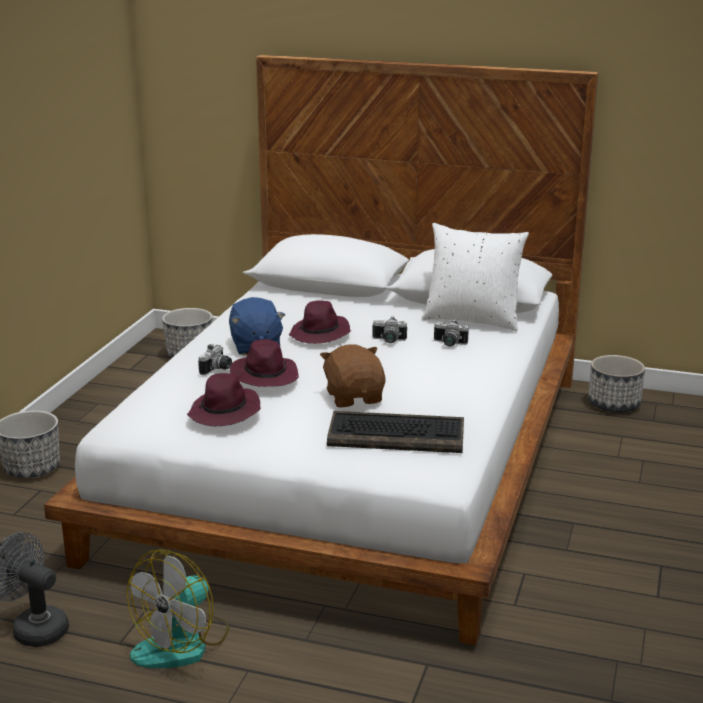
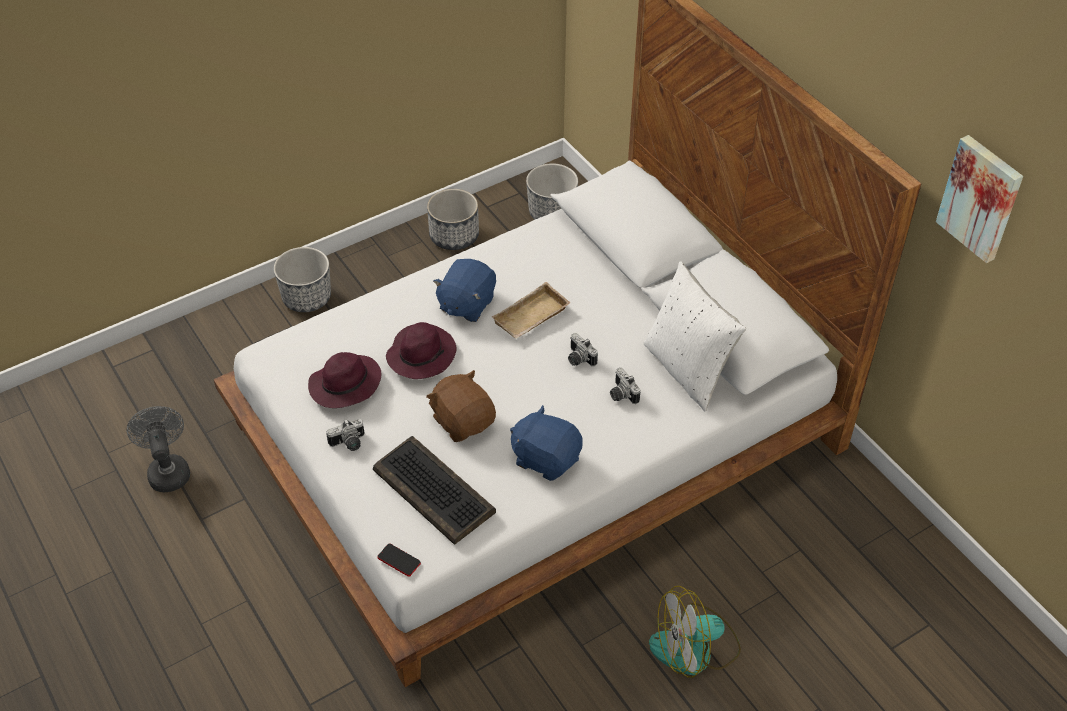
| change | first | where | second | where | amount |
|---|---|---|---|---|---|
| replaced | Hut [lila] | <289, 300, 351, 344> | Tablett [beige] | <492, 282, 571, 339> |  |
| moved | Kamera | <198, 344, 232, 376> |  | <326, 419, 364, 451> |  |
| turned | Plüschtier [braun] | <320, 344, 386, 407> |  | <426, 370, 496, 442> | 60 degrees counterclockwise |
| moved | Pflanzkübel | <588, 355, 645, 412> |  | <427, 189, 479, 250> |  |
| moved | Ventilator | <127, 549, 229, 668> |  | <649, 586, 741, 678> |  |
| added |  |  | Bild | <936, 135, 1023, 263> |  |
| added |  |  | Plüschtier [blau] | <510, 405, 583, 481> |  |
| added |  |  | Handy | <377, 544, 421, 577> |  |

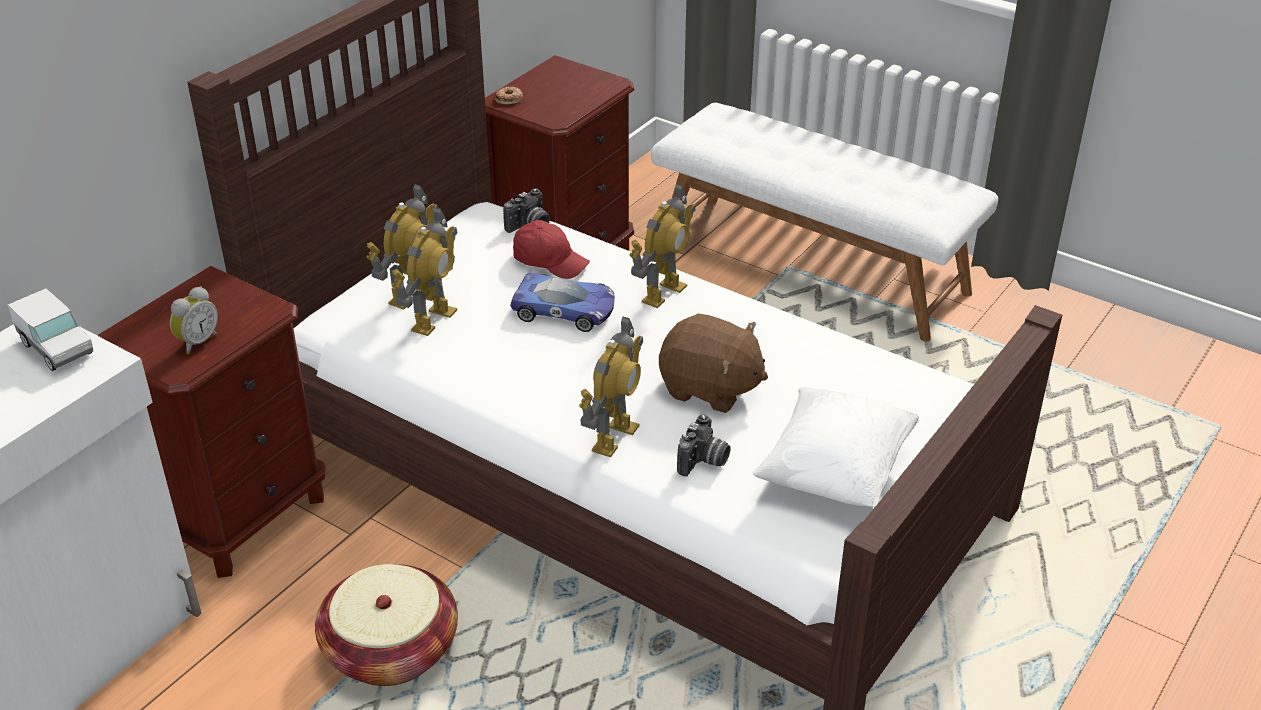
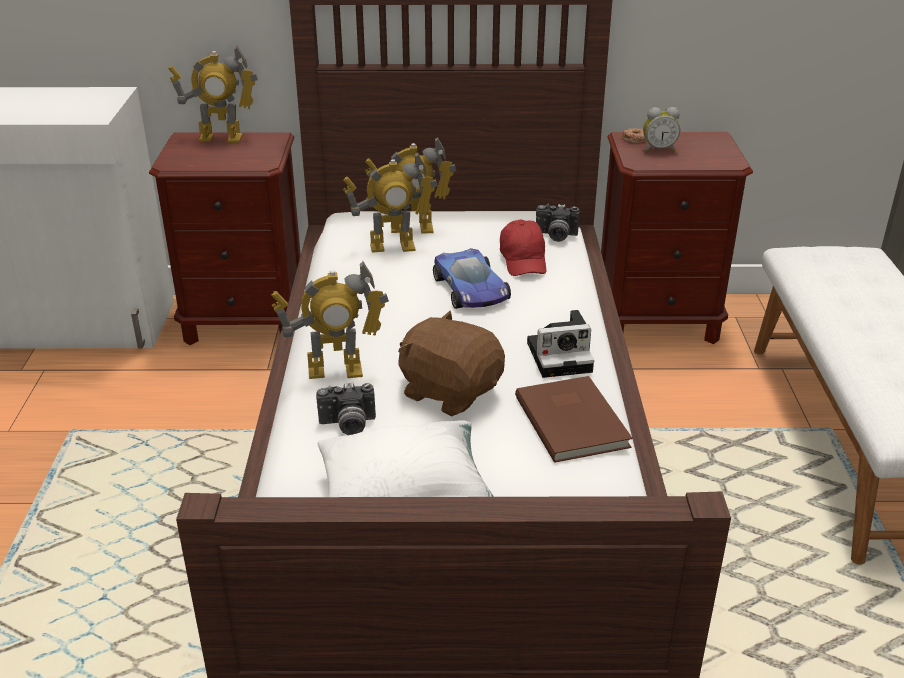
| change | first | where | second | where | amount |
|---|---|---|---|---|---|
| moved | Spielzeugroboter | <630, 183, 695, 308> |  | <168, 45, 258, 143> |  |
| moved | Wecker | <170, 286, 218, 354> |  | <643, 107, 680, 152> |  |
| removed | Spielzeuglaster | <8, 288, 93, 371> |  |  |  |
| turned | Plüschtier [braun] | <659, 313, 768, 413> |  | <398, 311, 505, 416> | 135 degrees clockwise |
| removed | Korb | <315, 564, 458, 686> |  |  |  |
| added |  |  | Kamera | <527, 310, 594, 378> |  |
| added |  |  | Buch [braun] | <515, 376, 633, 463> |  |

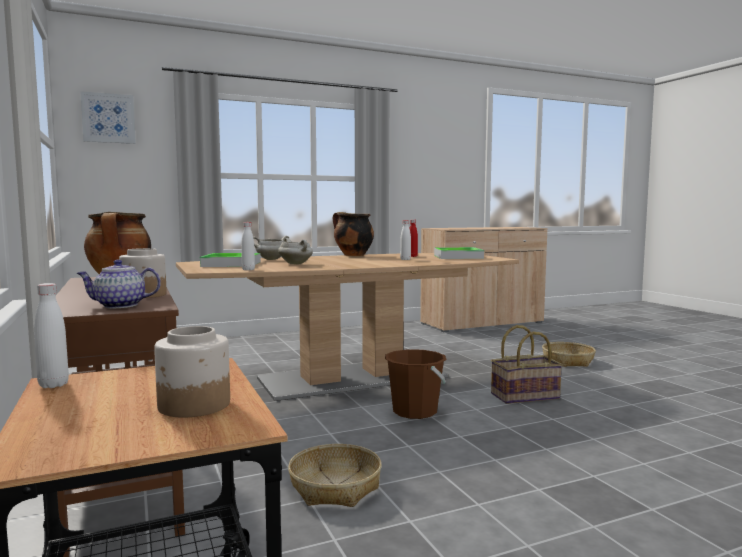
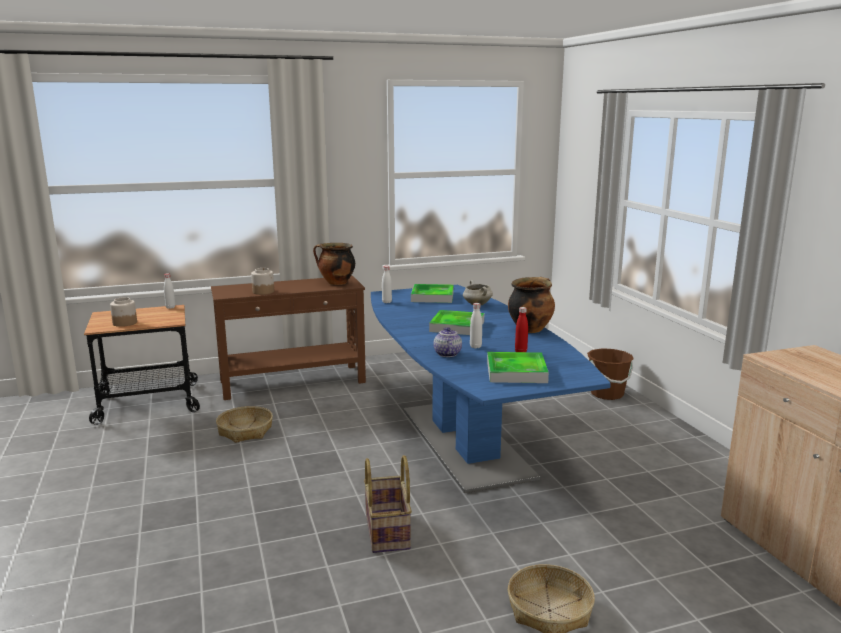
| change | first | where | second | where | amount |
|---|---|---|---|---|---|
| removed | Bild | <80, 91, 136, 144> |  |  |  |
| removed | Kochtopf [weiß] | <278, 238, 313, 265> |  |  |  |
| recoloured | Esstisch [braun] | <176, 253, 519, 401> | Esstisch [blau] | <371, 285, 611, 493> |  |
| moved | Teekanne | <77, 259, 161, 308> |  | <433, 327, 462, 357> |  |
| moved | Eimer [braun] | <385, 349, 446, 419> |  | <587, 348, 633, 400> |  |
| added |  |  | Tablett | <429, 310, 484, 335> |  |

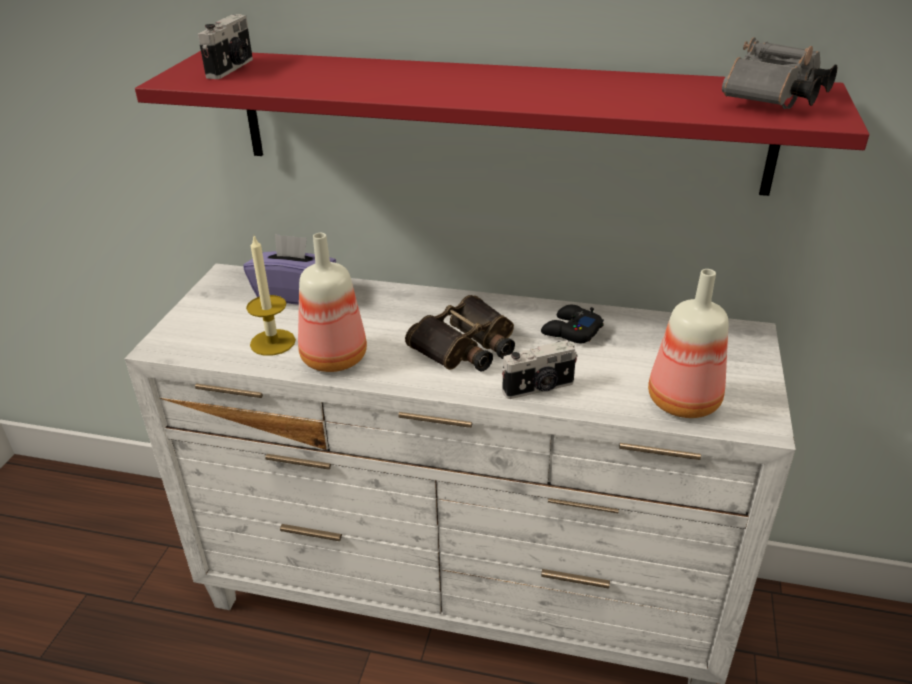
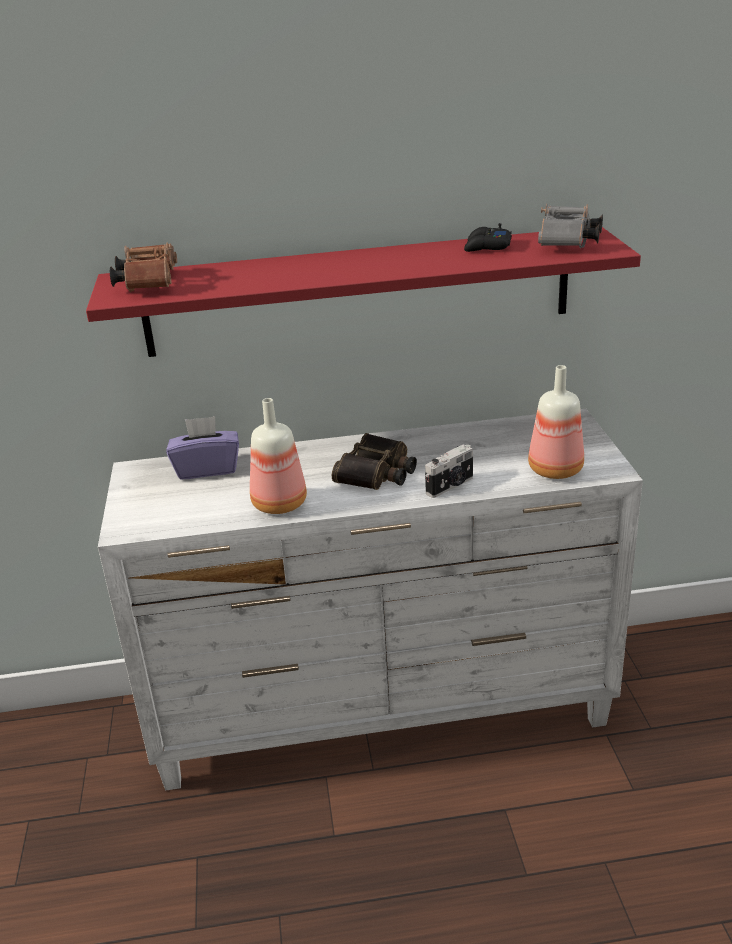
| change | first | where | second | where | amount |
|---|---|---|---|---|---|
| replaced | Kamera | <198, 14, 253, 79> | Fernglas [braun] | <110, 242, 177, 292> |  |
| removed | Kerze | <246, 236, 296, 356> |  |  |  |
| moved | Gamepad [schwarz] | <541, 305, 604, 344> |  | <464, 223, 512, 252> |  |

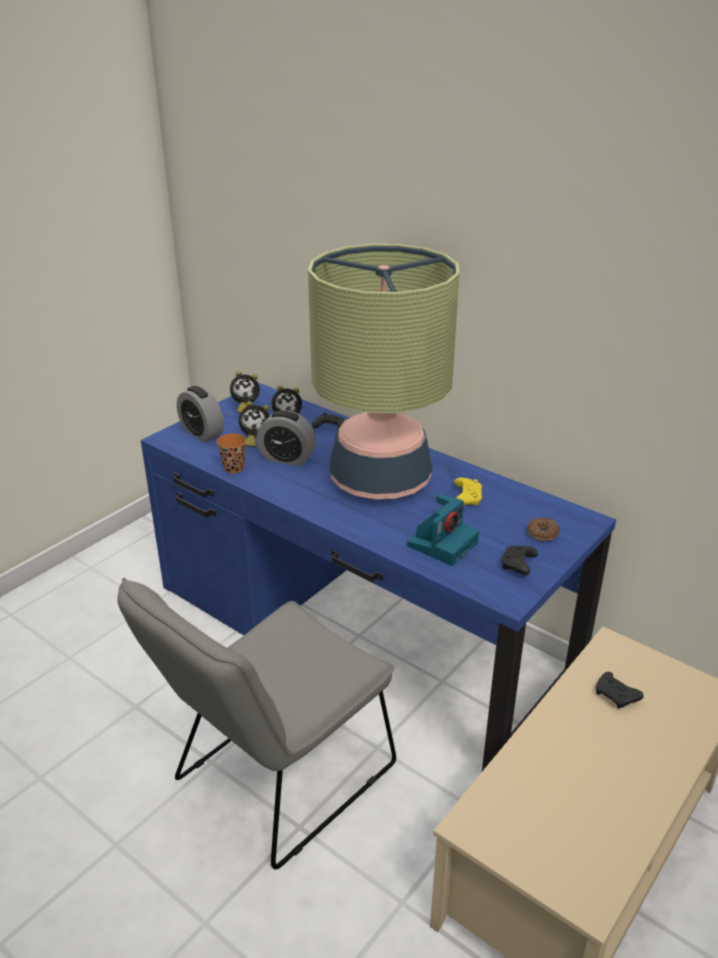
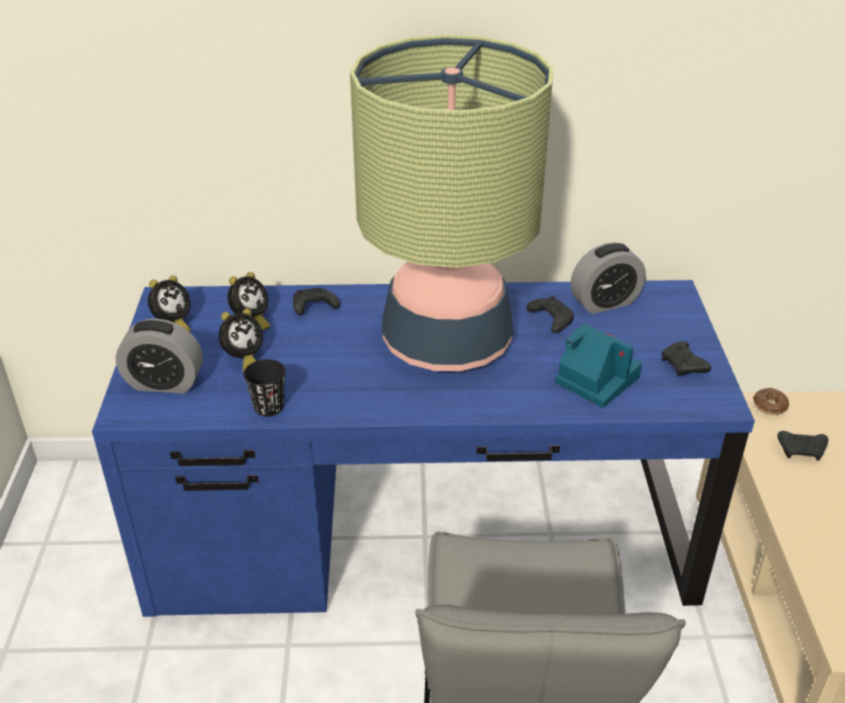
| change | first | where | second | where | amount |
|---|---|---|---|---|---|
| moved | Wecker | <257, 410, 316, 466> |  | <570, 242, 646, 314> |  |
| recoloured | Tasse [orange] | <217, 433, 246, 473> | Tasse [schwarz] | <243, 359, 286, 417> |  |
| recoloured | Gamepad [gelb] | <454, 478, 482, 505> | Gamepad [schwarz] | <526, 296, 574, 333> |  |
| turned | Kamera | <407, 494, 479, 566> |  | <555, 323, 642, 408> | 45 degrees counterclockwise |
| moved | Donut | <527, 518, 560, 541> |  | <753, 388, 789, 415> |  |

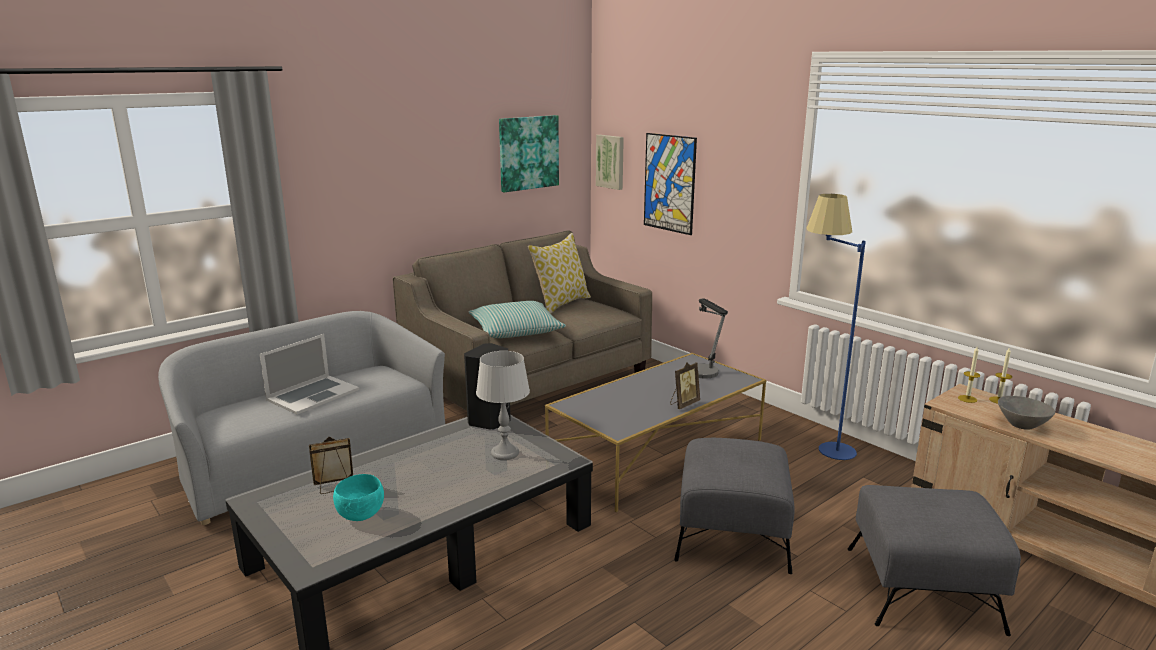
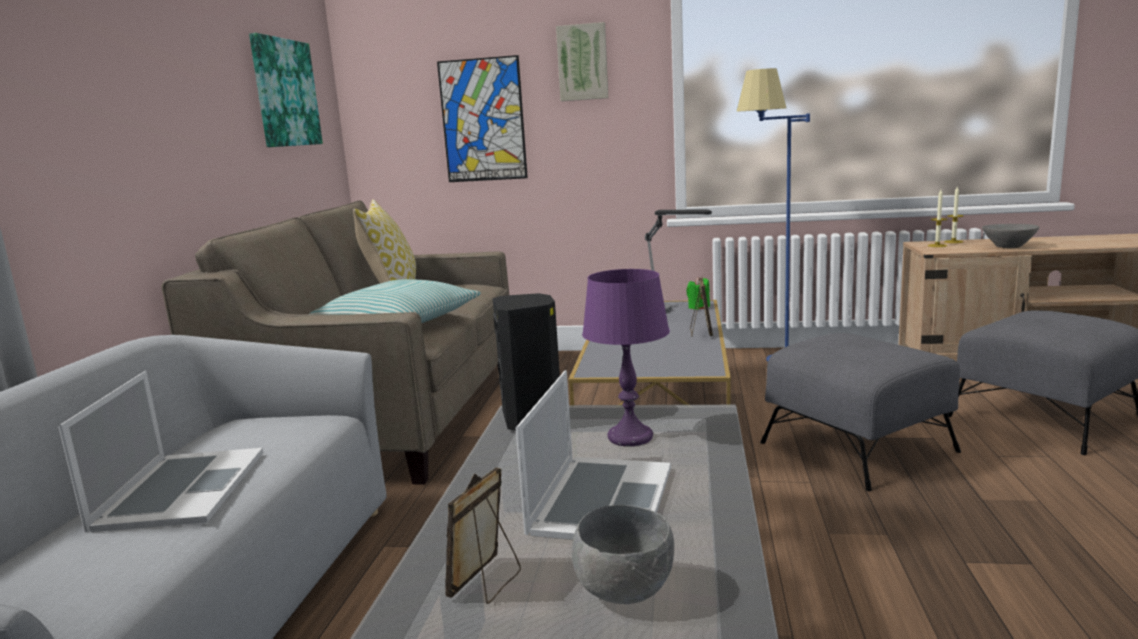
| change | first | where | second | where | amount |
|---|---|---|---|---|---|
| moved | Bild | <596, 135, 624, 190> |  | <556, 22, 609, 101> |  |
| recoloured | Tischlampe [grau] | <476, 351, 530, 460> | Tischlampe [lila] | <582, 269, 670, 446> |  |
| recoloured | Schüssel [türkis] | <333, 474, 384, 521> | Schüssel [grau] | <572, 505, 674, 604> |  |
| added |  |  | Kerze [grün] | <686, 277, 710, 310> |  |
| added |  |  | Laptop | <516, 370, 671, 540> |  |

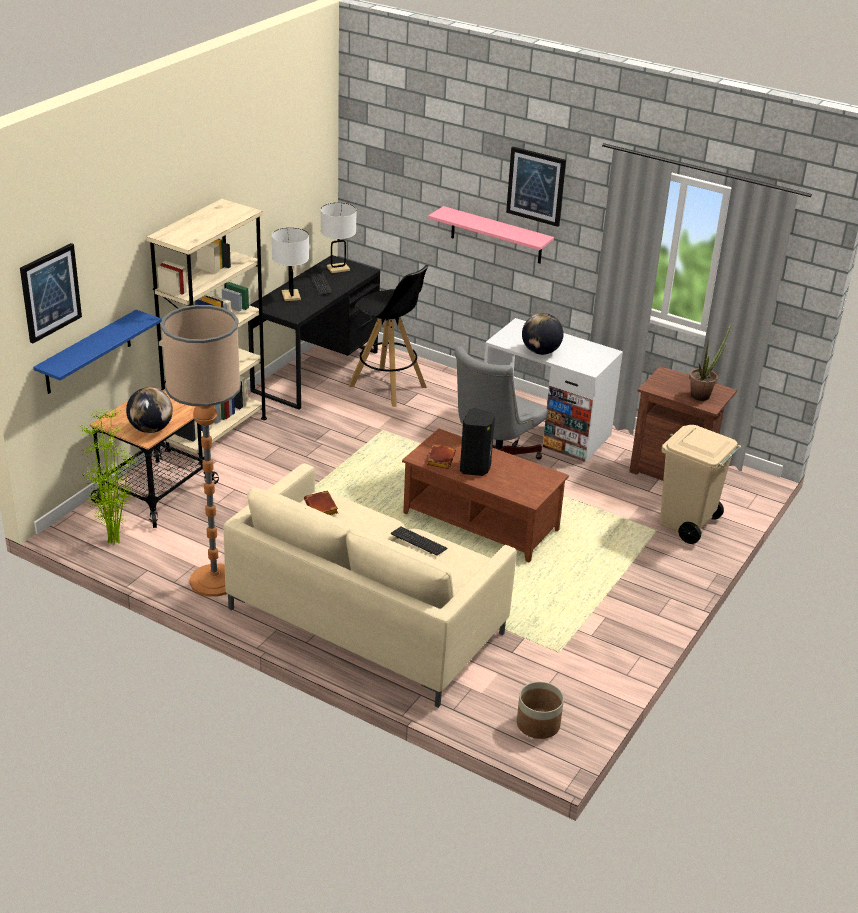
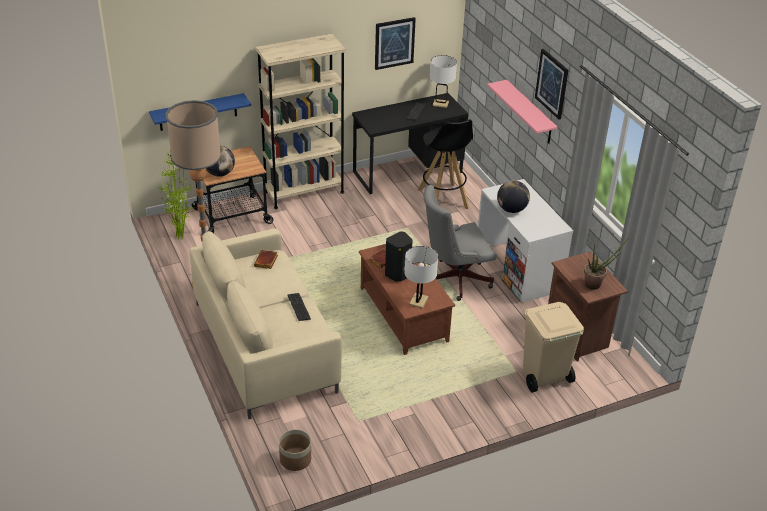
| change | first | where | second | where | amount |
|---|---|---|---|---|---|
| moved | Tischlampe [weiß] | <272, 228, 309, 301> |  | <404, 246, 438, 309> |  |
| moved | Bild | <20, 243, 82, 344> |  | <375, 17, 416, 70> |  |

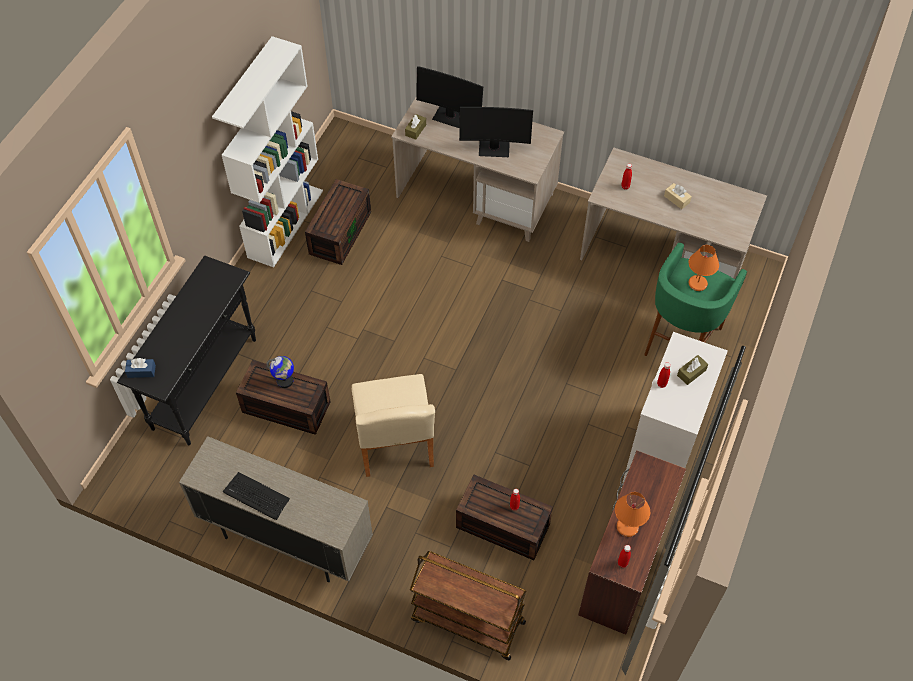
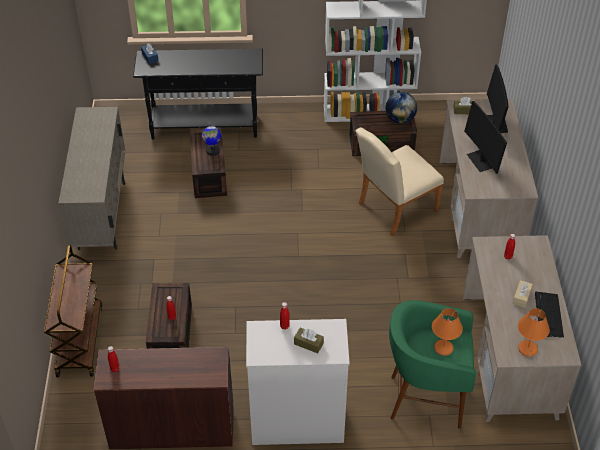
| change | first | where | second | where | amount |
|---|---|---|---|---|---|
| moved | Stuhl [beige] | <351, 374, 435, 477> |  | <356, 127, 444, 236> |  |
| moved | Tastatur | <222, 472, 290, 520> |  | <535, 292, 564, 338> |  |
| moved | Tischlampe [orange] | <615, 492, 650, 537> |  | <518, 308, 550, 357> |  |
| added |  |  | Globus | <385, 92, 417, 124> |  |

